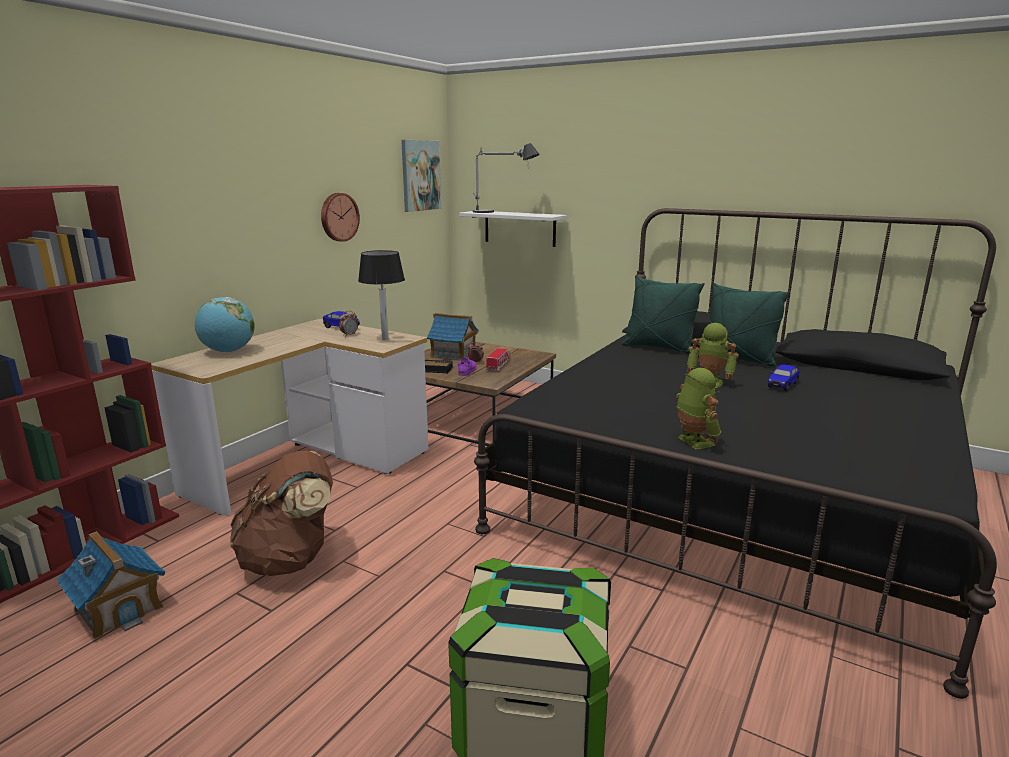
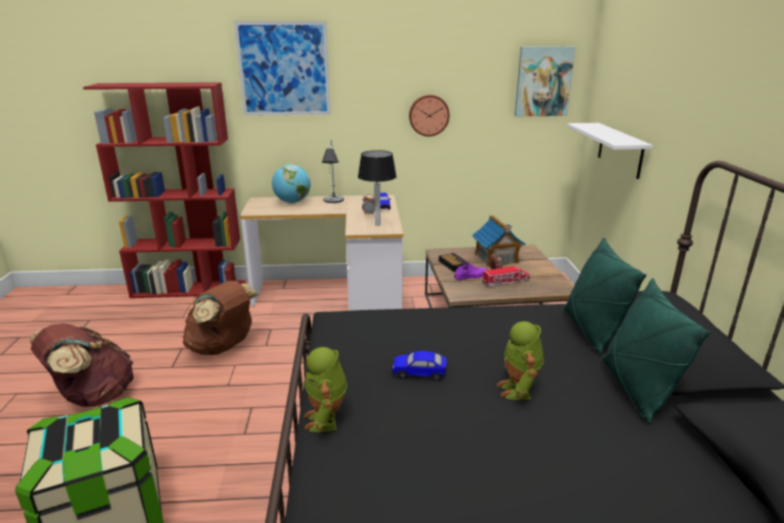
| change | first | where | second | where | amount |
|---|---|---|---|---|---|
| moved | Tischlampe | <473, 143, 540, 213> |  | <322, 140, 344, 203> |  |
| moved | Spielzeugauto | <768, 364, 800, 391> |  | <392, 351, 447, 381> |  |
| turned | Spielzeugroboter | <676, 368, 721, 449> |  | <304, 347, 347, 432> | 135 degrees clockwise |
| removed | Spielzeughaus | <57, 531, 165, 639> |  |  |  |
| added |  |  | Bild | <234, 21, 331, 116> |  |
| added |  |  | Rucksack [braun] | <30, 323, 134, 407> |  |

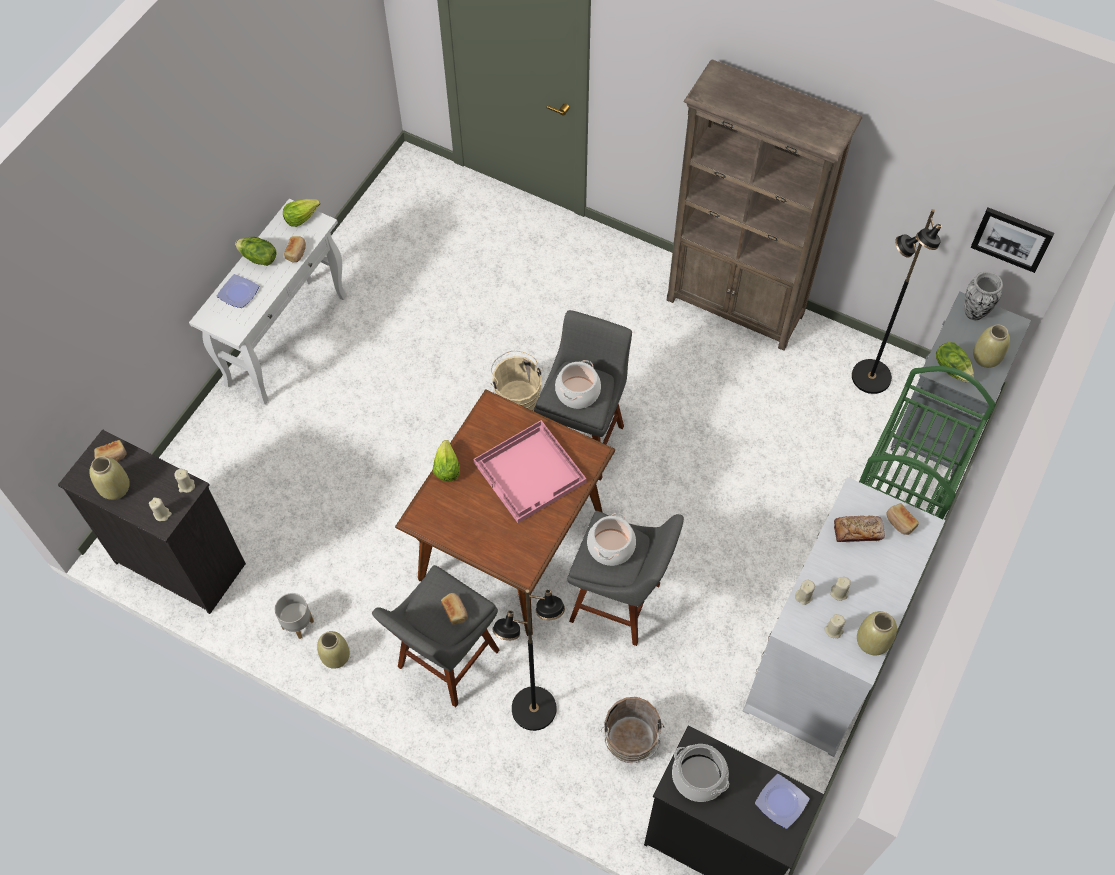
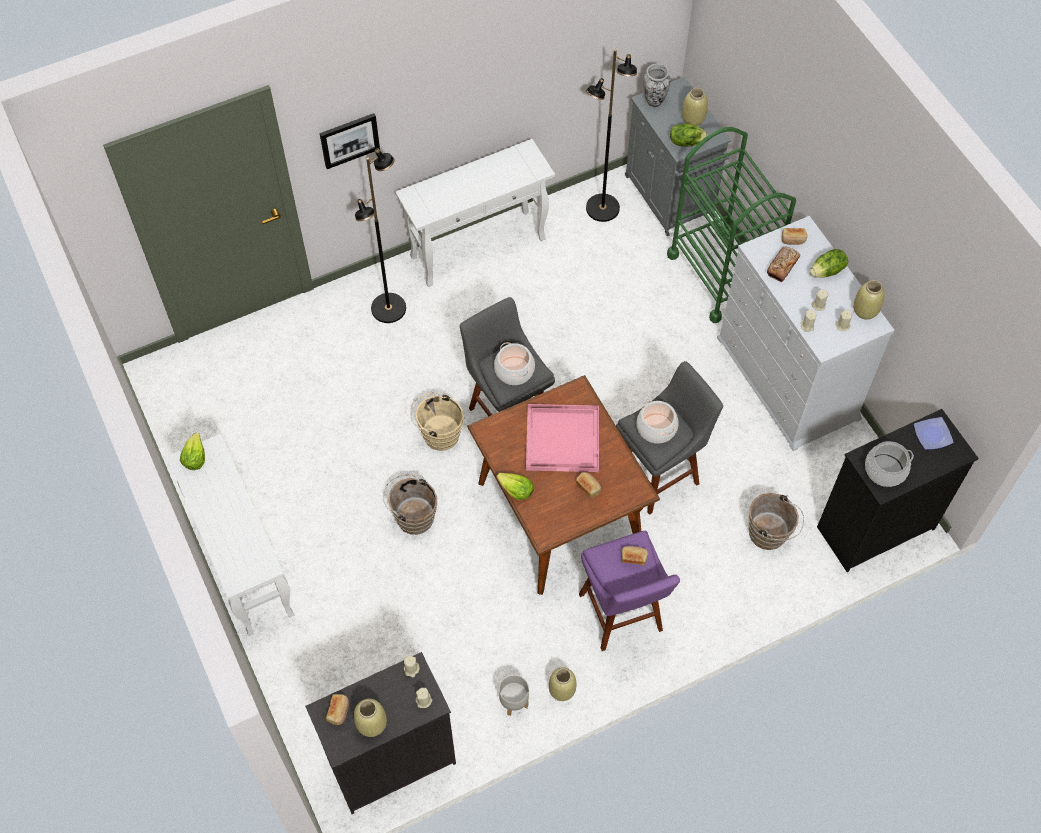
| change | first | where | second | where | amount |
|---|---|---|---|---|---|
| replaced | Bücherregal [braun] | <667, 60, 862, 351> | Konsolentisch [weiß] | <395, 139, 555, 287> |  |
| moved | Bild | <970, 207, 1054, 273> |  | <320, 113, 380, 169> |  |
| moved | Brot | <284, 236, 306, 263> |  | <575, 472, 602, 498> |  |
| moved | Salatkopf | <235, 237, 276, 266> |  | <810, 249, 848, 278> |  |
| removed | Teller | <217, 274, 259, 308> |  |  |  |
| recoloured | Hocker [grau] | <372, 565, 499, 707> | Hocker [lila] | <579, 531, 680, 651> |  |
| moved | Stehlampe [schwarz] | <493, 589, 565, 731> |  | <355, 148, 406, 323> |  |
| added |  |  | Eimer [braun] | <383, 474, 437, 535> |  |

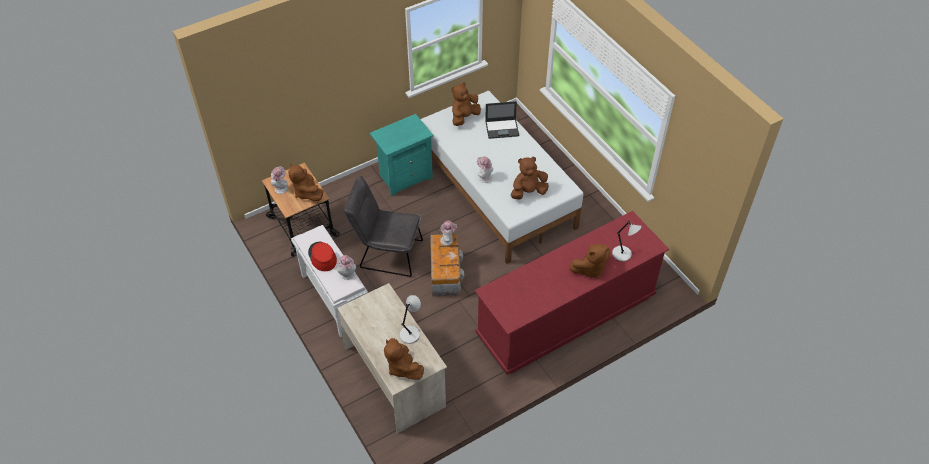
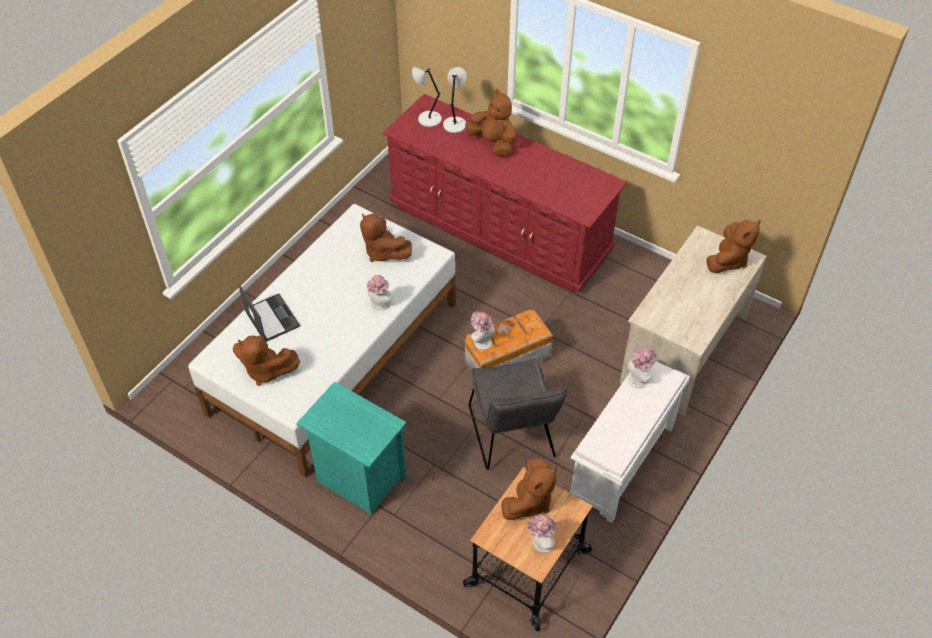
| change | first | where | second | where | amount |
|---|---|---|---|---|---|
| removed | Hut [rot] | <308, 242, 337, 271> |  |  |  |
| moved | Tischlampe [grau] | <400, 295, 421, 344> |  | <412, 67, 442, 127> |  |

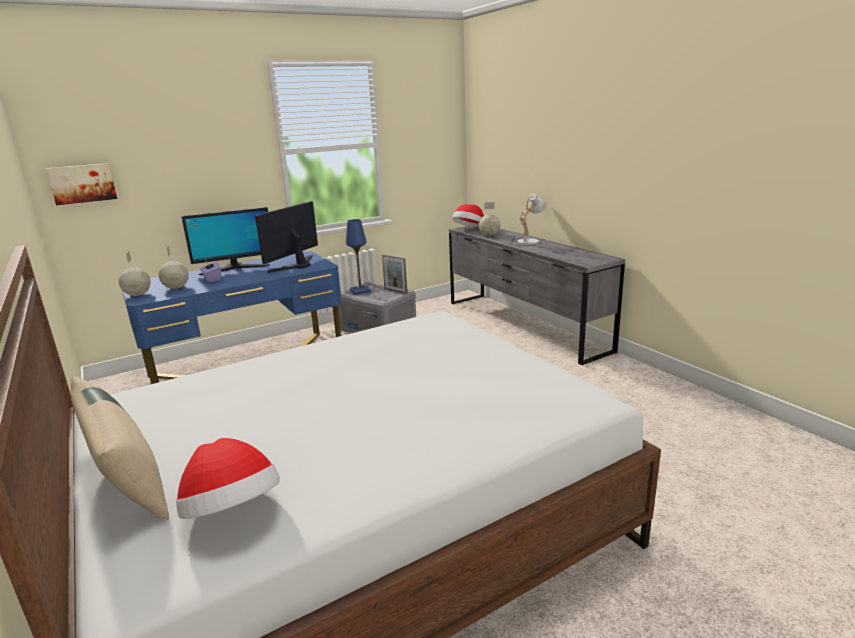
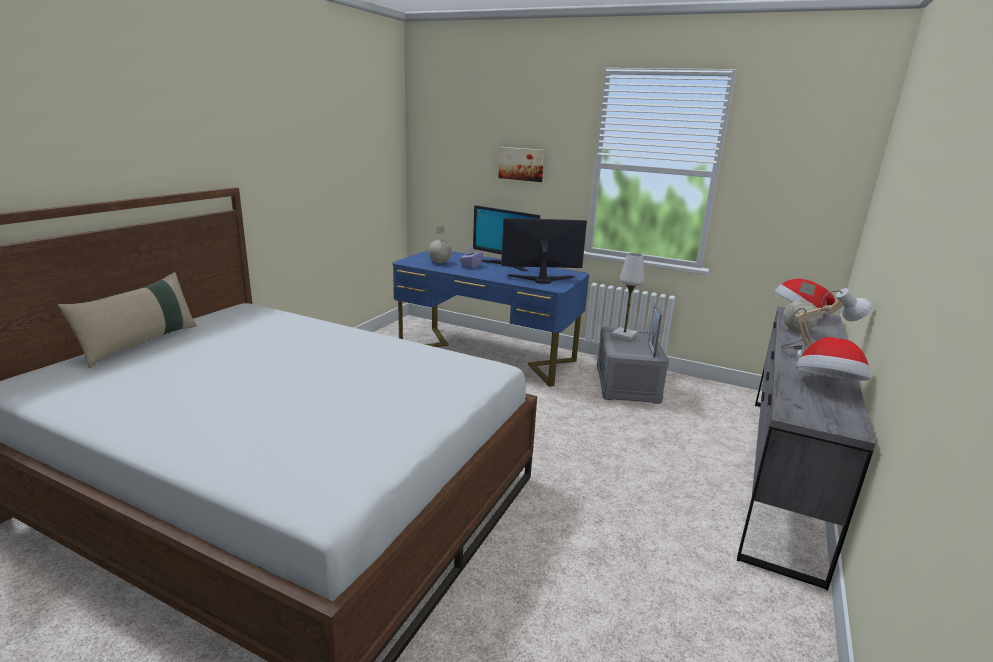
| change | first | where | second | where | amount |
|---|---|---|---|---|---|
| moved | Bild | <46, 163, 117, 205> |  | <498, 147, 544, 182> |  |
| recoloured | Tischlampe [blau] | <346, 219, 371, 295> | Tischlampe [weiß] | <612, 253, 644, 340> |  |
| removed | Globus | <119, 251, 151, 296> |  |  |  |
| moved | Hut | <176, 438, 280, 519> |  | <796, 337, 870, 381> |  |

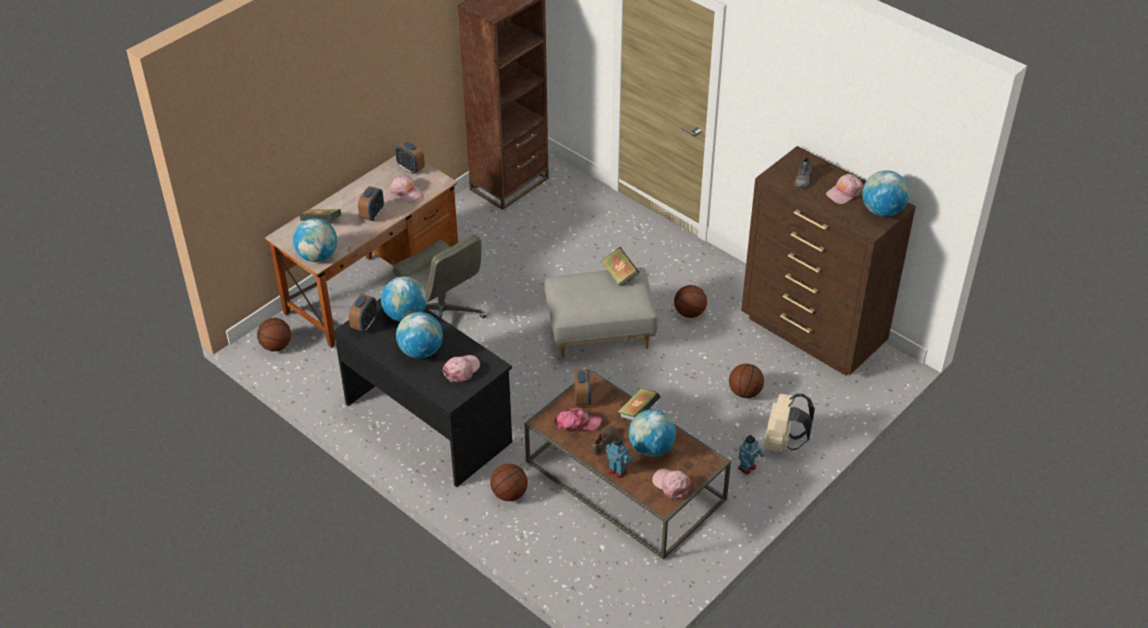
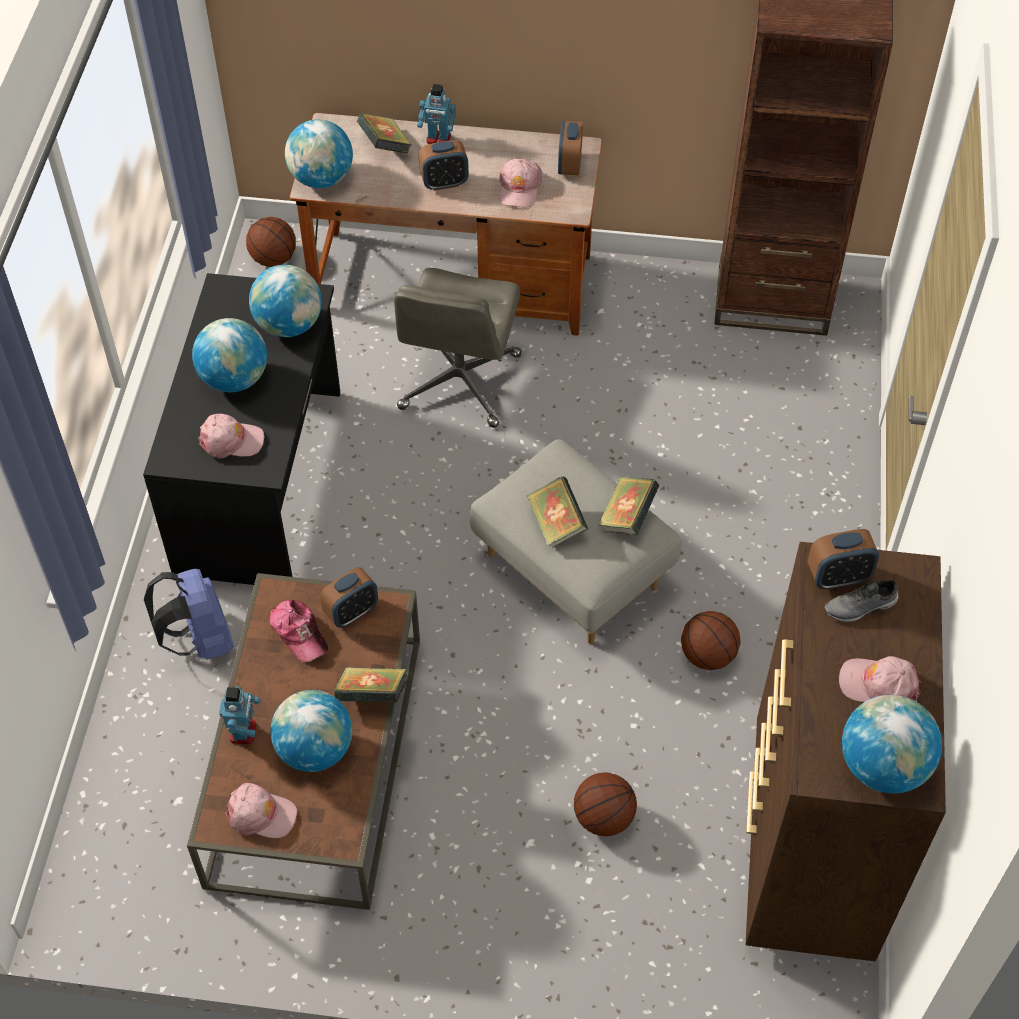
| change | first | where | second | where | amount |
|---|---|---|---|---|---|
| moved | Wecker | <349, 294, 377, 332> |  | <808, 529, 879, 589> |  |
| removed | Rucksack [beige] | <764, 394, 815, 452> |  |  |  |
| removed | Schuh [schwarz] | <591, 426, 616, 455> |  |  |  |
| moved | Spielzeugroboter | <738, 435, 764, 475> |  | <417, 84, 456, 144> |  |
| replaced | Basketball | <490, 464, 528, 501> | Rucksack [blau] | <144, 568, 234, 660> |  |
| turned | Kappe [rosa] | <652, 469, 691, 499> |  | <225, 783, 297, 838> | 90 degrees clockwise |
| added |  |  | Buch | <527, 476, 588, 548> |  |

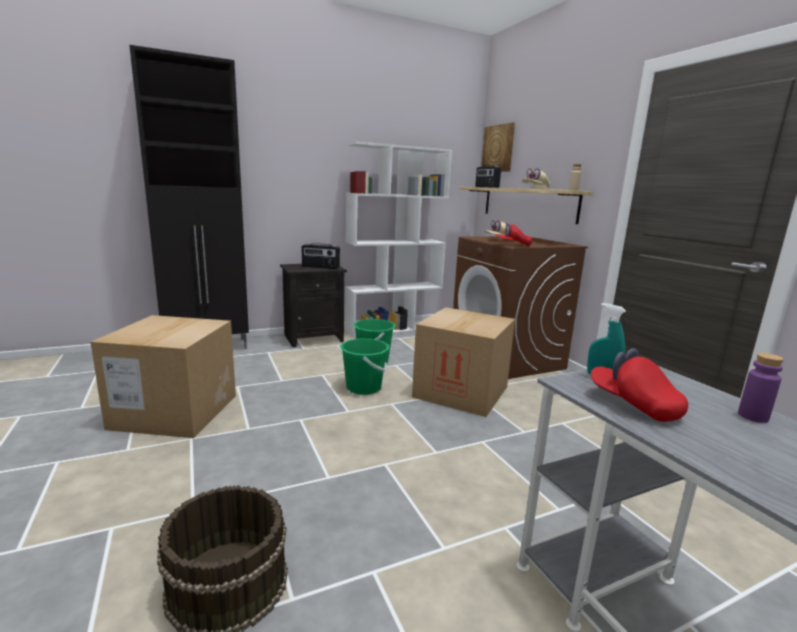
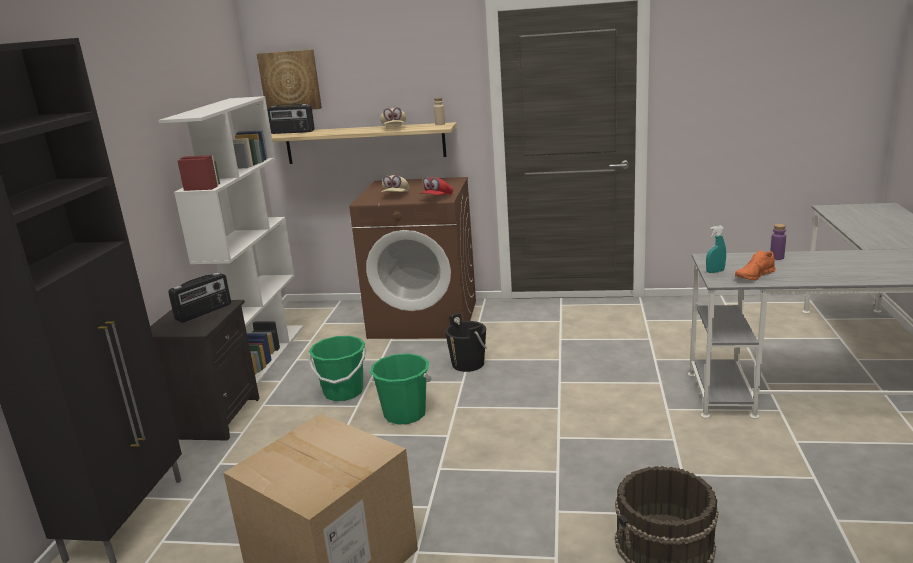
| change | first | where | second | where | amount |
|---|---|---|---|---|---|
| replaced | Karton | <412, 307, 515, 417> | Eimer [schwarz] | <445, 313, 487, 372> |  |
| replaced | Kappe [rot] | <591, 348, 688, 422> | Schuh [orange] | <735, 250, 776, 280> |  |

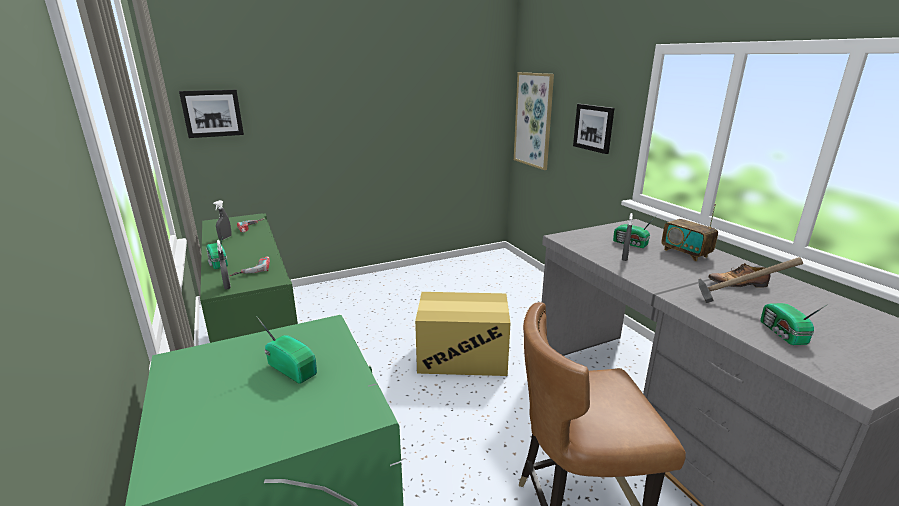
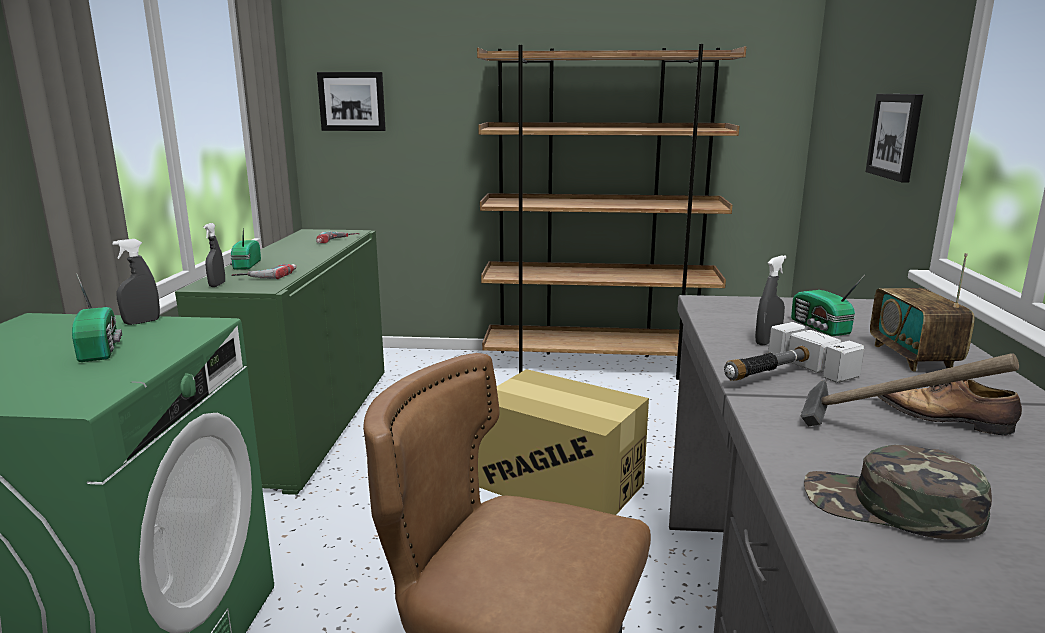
| change | first | where | second | where | amount |
|---|---|---|---|---|---|
| removed | Bild | <514, 72, 554, 170> |  |  |  |
| moved | Sprühflasche [grau] | <213, 200, 232, 240> |  | <112, 239, 160, 325> |  |
| replaced | Radio | <760, 303, 828, 345> | Kappe [grün] | <804, 445, 992, 540> |  |
| added |  |  | Bücherregal [braun] | <477, 44, 746, 380> |  |
| added |  |  | Hammer | <724, 322, 864, 383> |  |

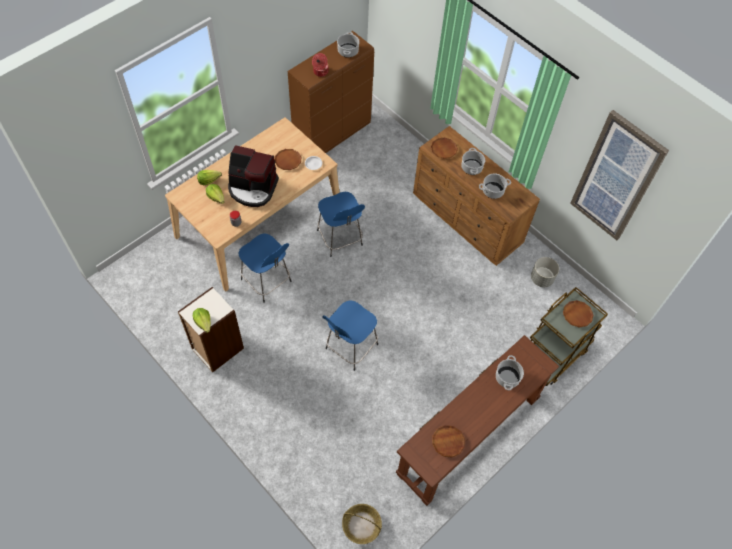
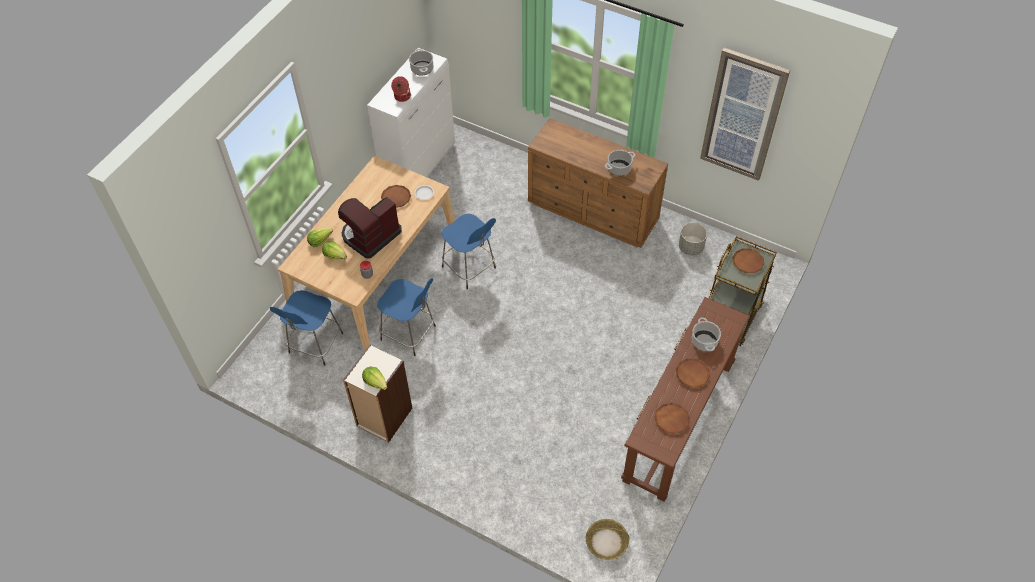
| change | first | where | second | where | amount |
|---|---|---|---|---|---|
| recoloured | Schrank [braun] | <288, 31, 374, 153> | Schrank [weiß] | <367, 48, 455, 177> |  |
| moved | Teller [braun] | <431, 138, 458, 159> |  | <676, 359, 710, 387> |  |
| turned | Kaffeemaschine | <228, 145, 279, 207> |  | <338, 197, 402, 259> | 135 degrees clockwise |
| removed | Kochtopf | <461, 148, 485, 175> |  |  |  |
| moved | Hocker [blau] | <322, 300, 378, 371> |  | <270, 290, 343, 365> |  |

